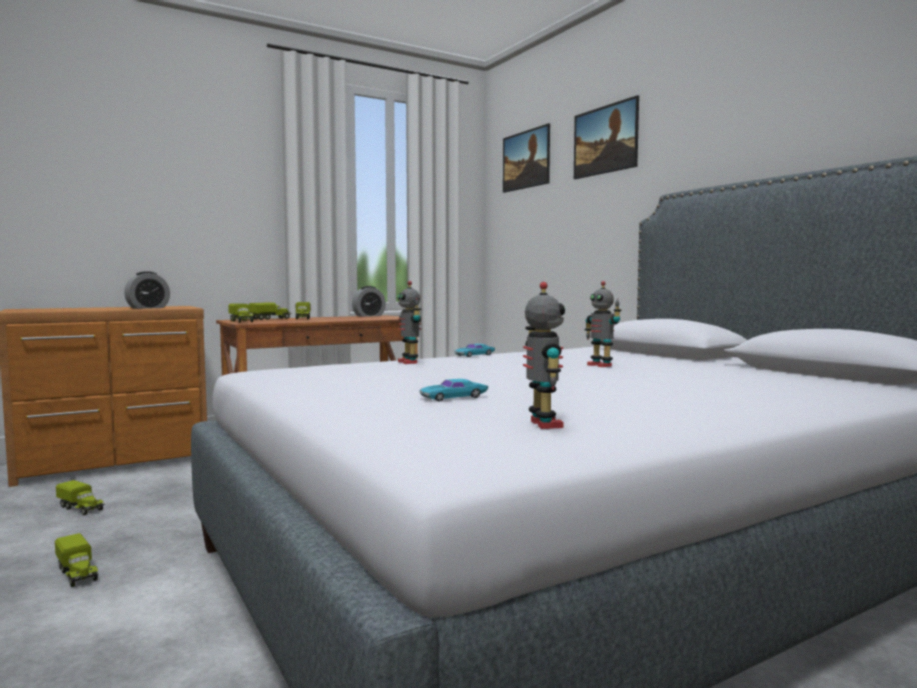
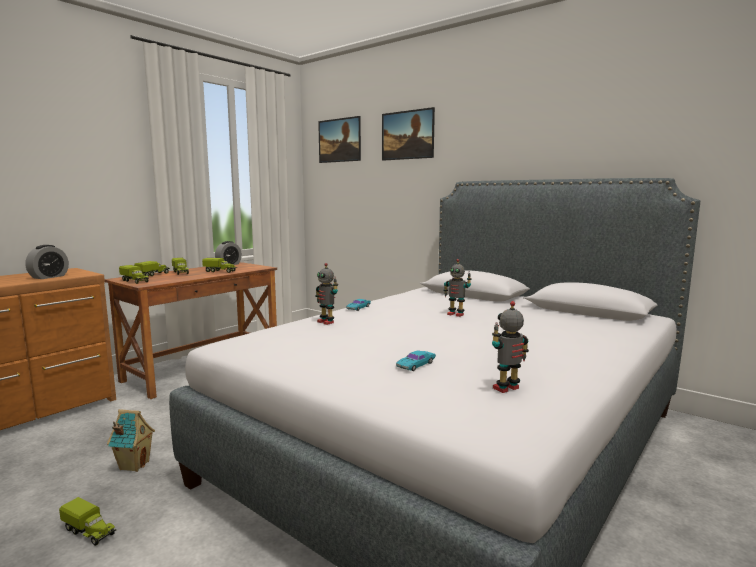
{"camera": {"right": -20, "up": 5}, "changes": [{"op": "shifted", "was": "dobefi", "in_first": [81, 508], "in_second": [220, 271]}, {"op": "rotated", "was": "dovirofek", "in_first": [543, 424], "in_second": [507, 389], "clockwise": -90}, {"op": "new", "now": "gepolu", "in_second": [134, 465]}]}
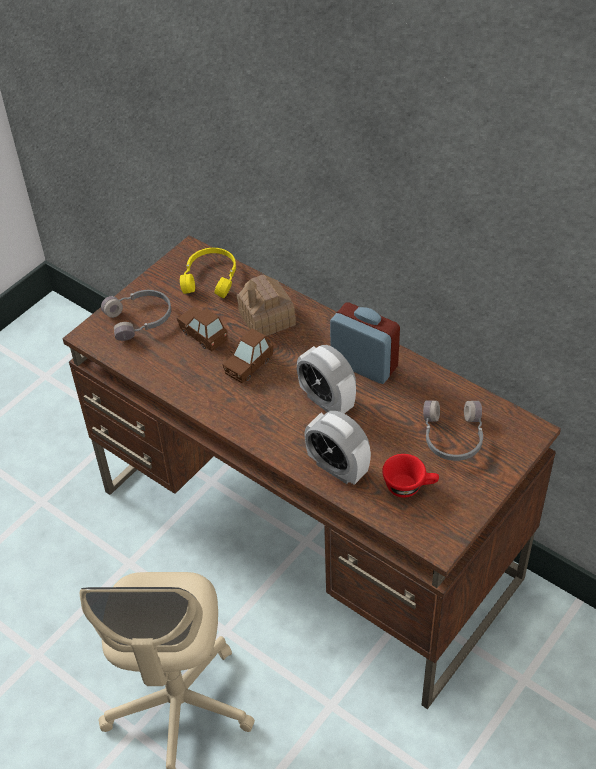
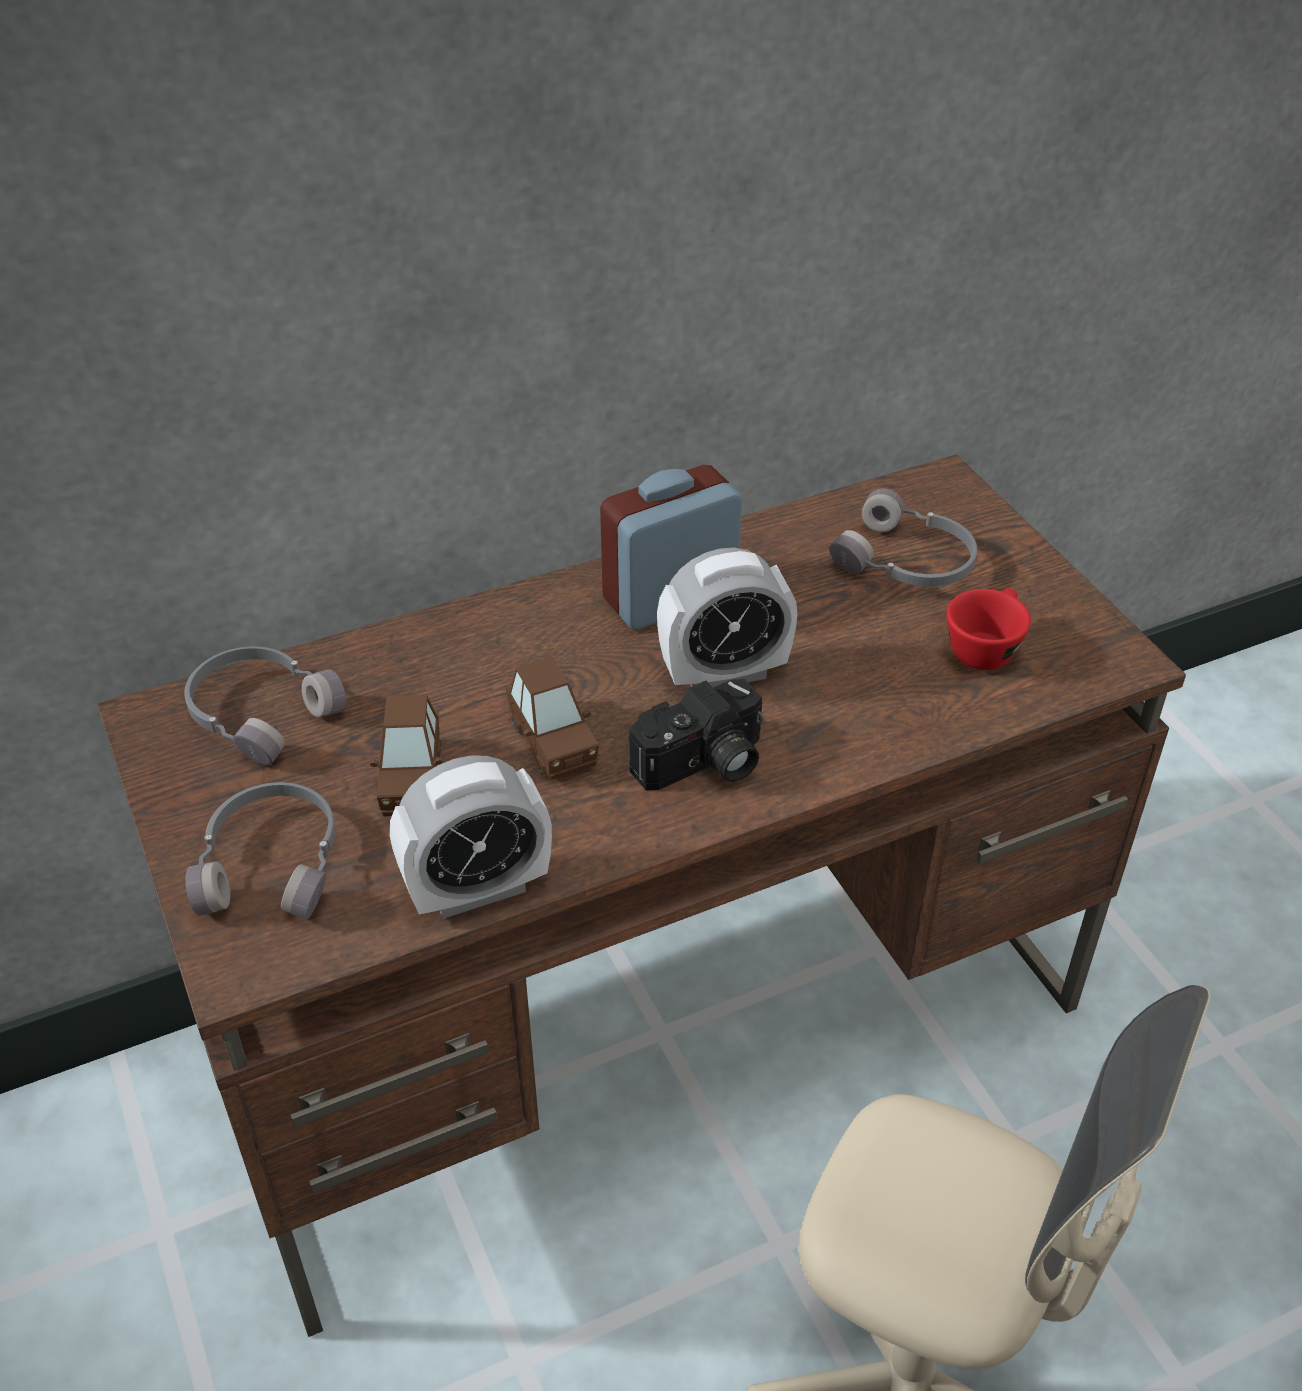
{"camera": {"right": -65, "up": -5}, "changes": [{"op": "rotated", "was": "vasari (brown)", "in_first": [203, 335], "in_second": [412, 780], "clockwise": -75}, {"op": "repainted", "was": "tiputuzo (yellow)", "now": "tiputuzo (grey)", "in_first": [211, 278], "in_second": [261, 712]}, {"op": "gone", "was": "gepolu", "in_first": [266, 319]}, {"op": "shifted", "was": "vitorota", "in_first": [337, 468], "in_second": [477, 889]}, {"op": "new", "now": "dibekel", "in_second": [703, 765]}]}
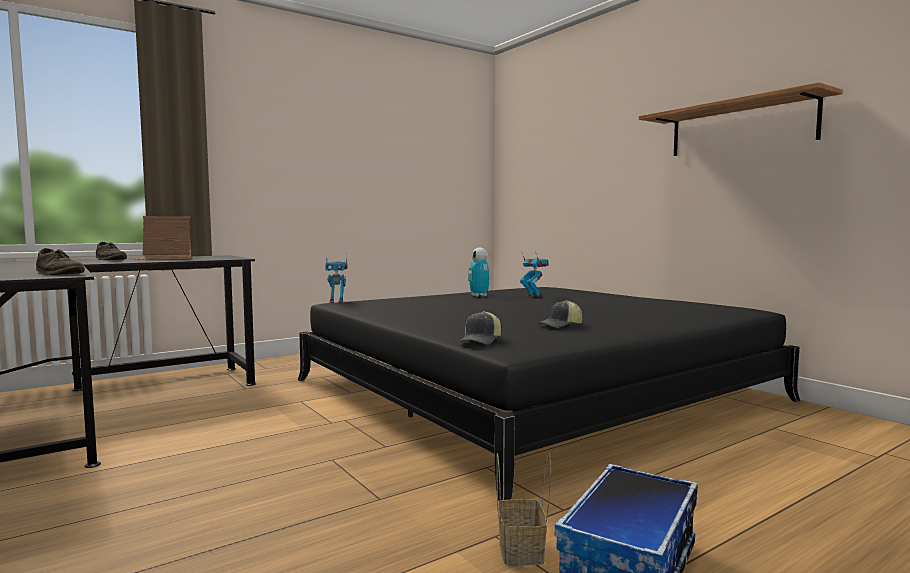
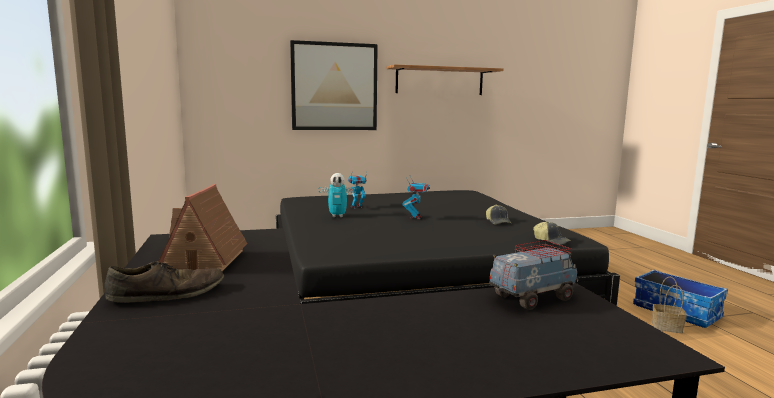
{"camera": {"right": -70, "up": 5}, "changes": [{"op": "swapped", "was": "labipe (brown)", "now": "dobefi", "in_first": [59, 273], "in_second": [533, 298]}, {"op": "shifted", "was": "dovirofek", "in_first": [336, 301], "in_second": [415, 217]}, {"op": "new", "now": "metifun", "in_second": [334, 87]}]}
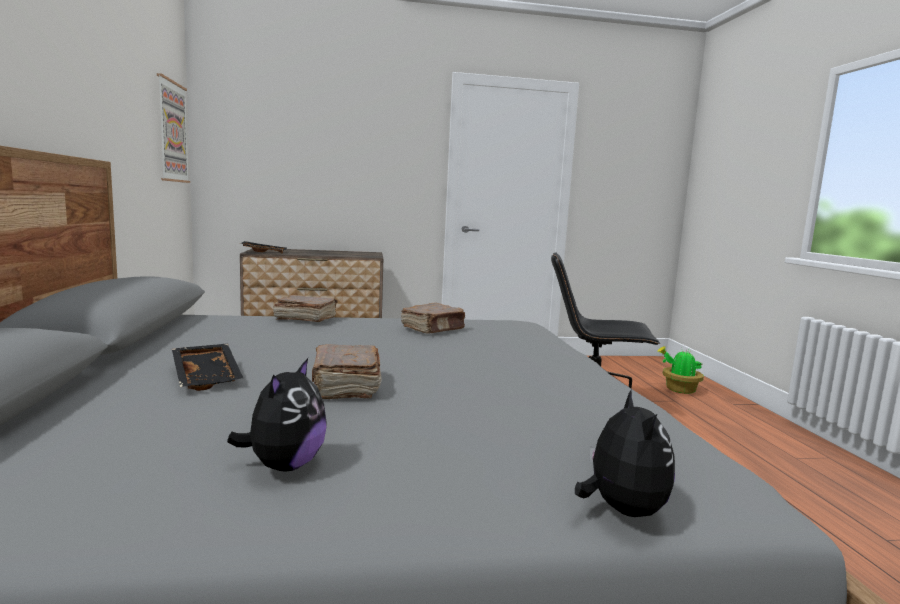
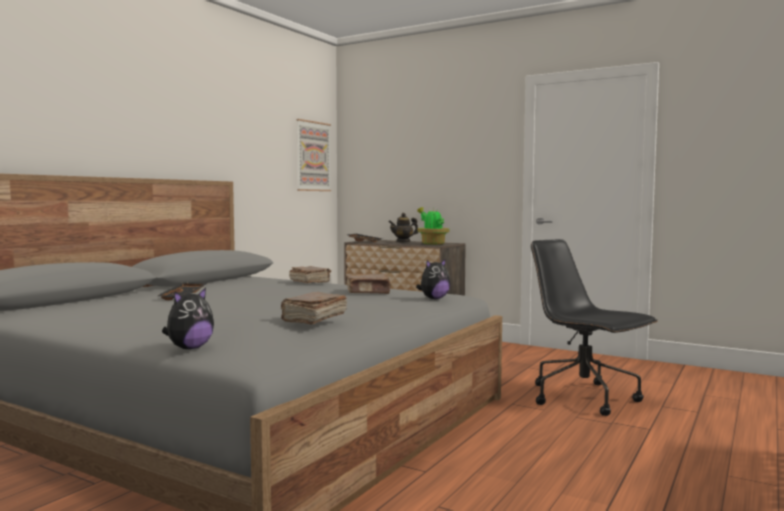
{"camera": {"right": 40, "up": -5}, "changes": [{"op": "shifted", "was": "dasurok", "in_first": [284, 465], "in_second": [434, 299]}, {"op": "shifted", "was": "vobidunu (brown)", "in_first": [345, 386], "in_second": [313, 319]}, {"op": "shifted", "was": "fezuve", "in_first": [679, 390], "in_second": [432, 244]}, {"op": "new", "now": "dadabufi", "in_second": [403, 241]}]}
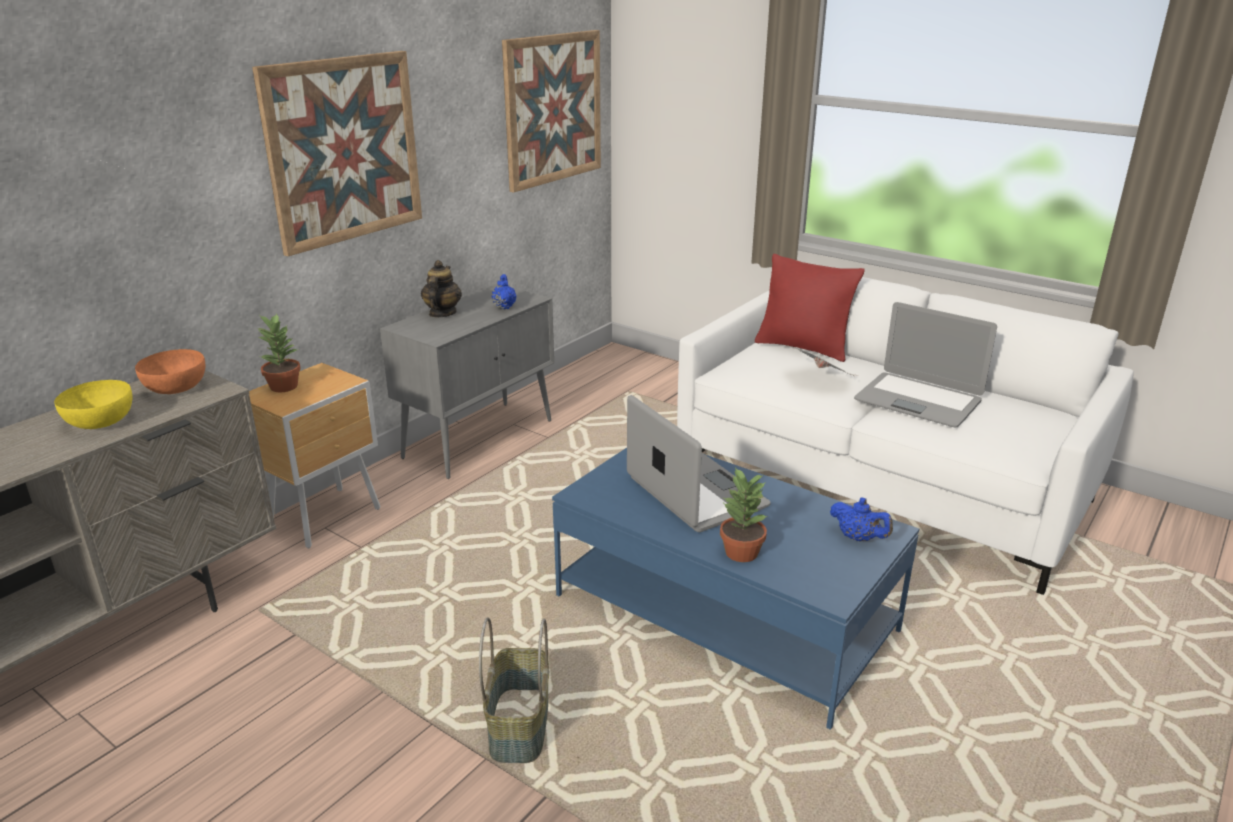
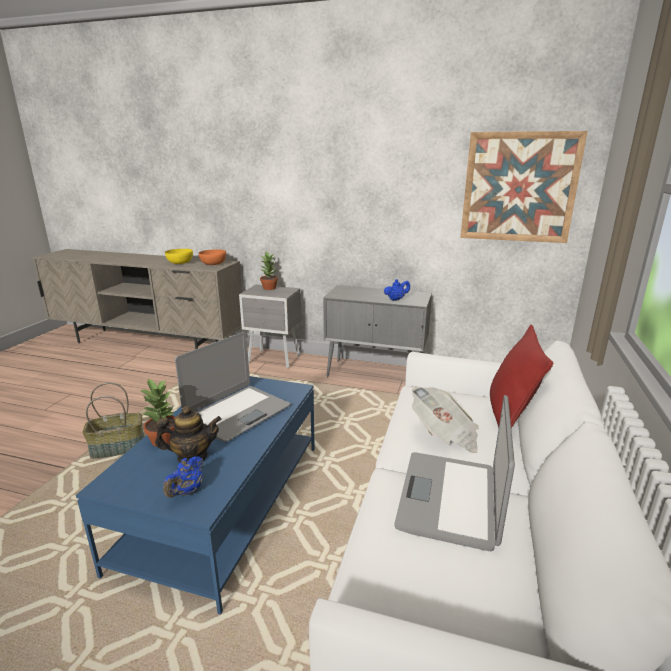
{"camera": {"right": 70, "up": -5}, "changes": [{"op": "repainted", "was": "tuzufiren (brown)", "now": "tuzufiren (grey)", "in_first": [328, 517], "in_second": [274, 360]}, {"op": "gone", "was": "metifun", "in_first": [344, 150]}, {"op": "shifted", "was": "dadabufi", "in_first": [442, 313], "in_second": [192, 457]}]}
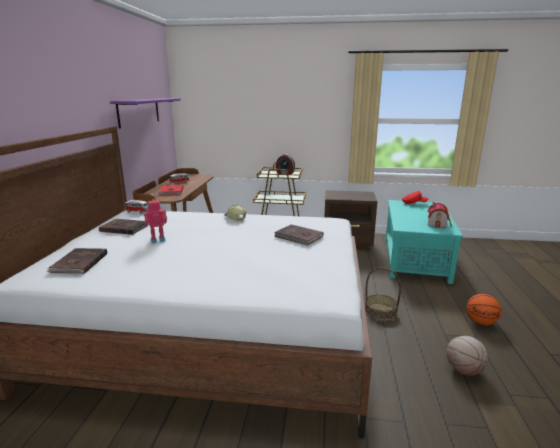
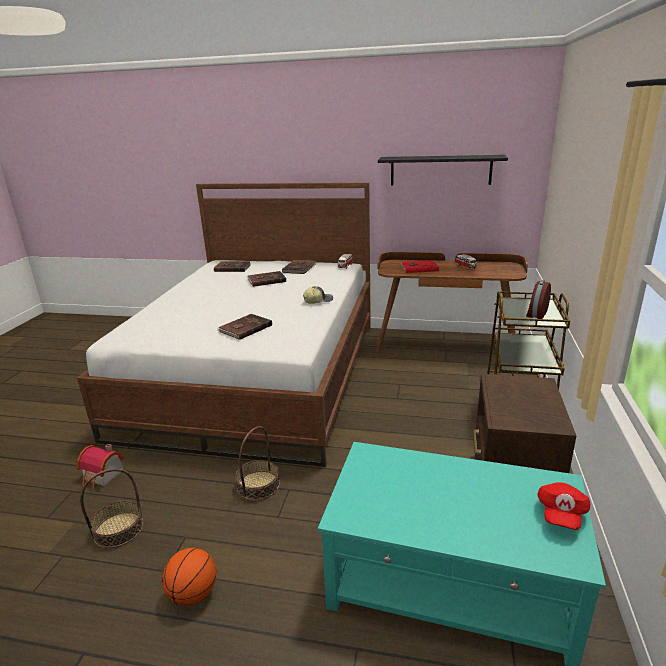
{"camera": {"right": 95, "up": 5}, "changes": [{"op": "repainted", "was": "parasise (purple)", "now": "parasise (black)", "in_first": [139, 112], "in_second": [440, 170]}, {"op": "swapped", "was": "dovirofek", "now": "vobidunu (brown)", "in_first": [158, 239], "in_second": [266, 280]}, {"op": "shifted", "was": "gepolu", "in_first": [438, 223], "in_second": [103, 476]}, {"op": "swapped", "was": "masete", "now": "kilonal", "in_first": [464, 370], "in_second": [118, 529]}]}
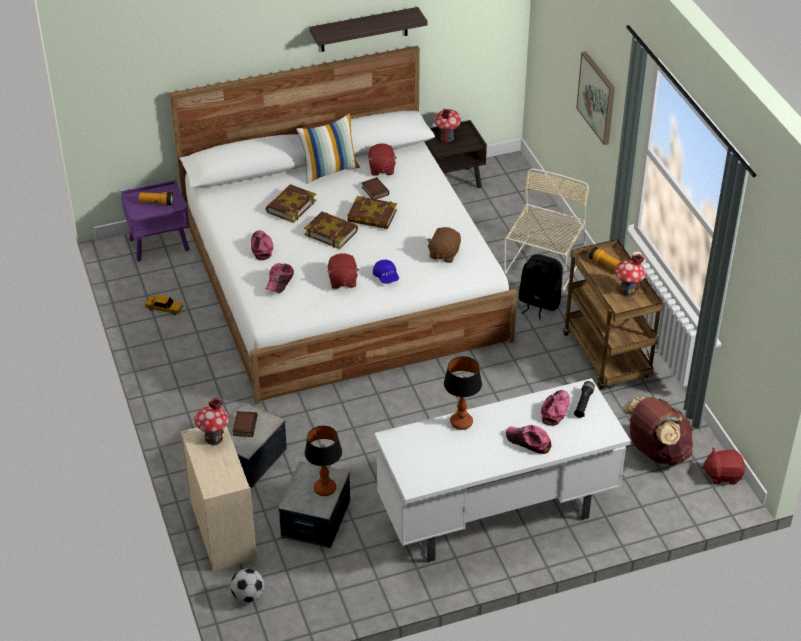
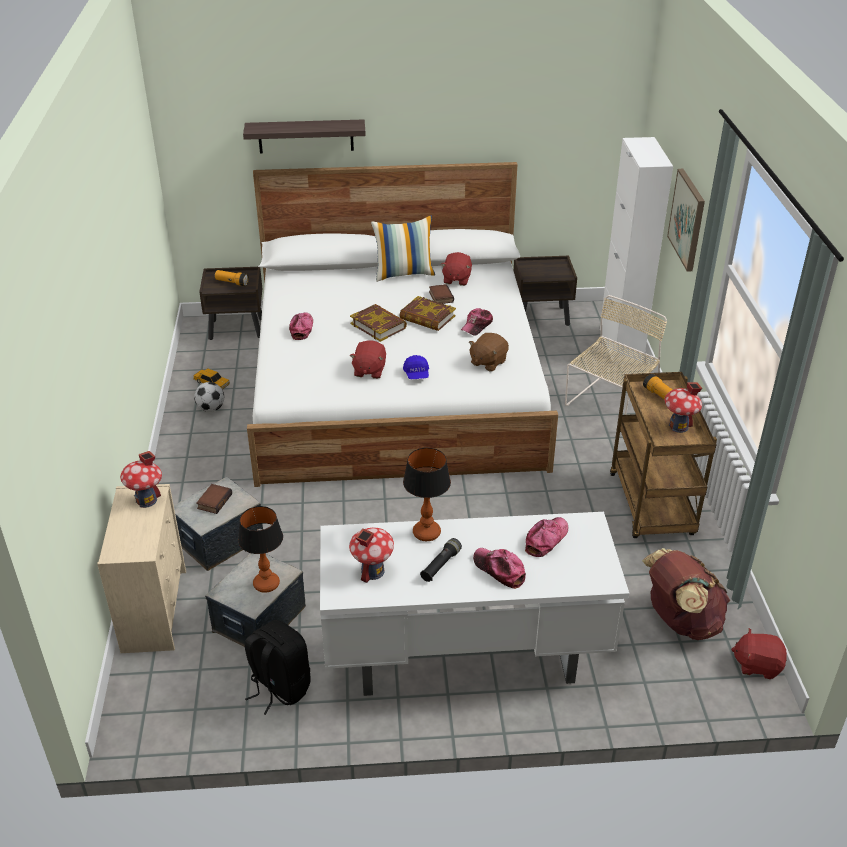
{"camera": {"right": 15, "up": -5}, "changes": [{"op": "repainted", "was": "tuzufiren (purple)", "now": "tuzufiren (brown)", "in_first": [160, 244], "in_second": [237, 329]}, {"op": "shifted", "was": "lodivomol", "in_first": [248, 596], "in_second": [210, 409]}, {"op": "gone", "was": "vobidunu", "in_first": [291, 206]}, {"op": "shifted", "was": "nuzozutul", "in_first": [280, 281], "in_second": [477, 326]}, {"op": "shifted", "was": "parasise", "in_first": [364, 29], "in_second": [305, 136]}, {"op": "shifted", "was": "gepolu", "in_first": [447, 137], "in_second": [372, 571]}, {"op": "shifted", "was": "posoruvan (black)", "in_first": [538, 303], "in_second": [279, 687]}, {"op": "shifted", "was": "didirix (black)", "in_first": [583, 403], "in_second": [440, 565]}, {"op": "new", "now": "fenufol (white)", "in_second": [620, 346]}]}
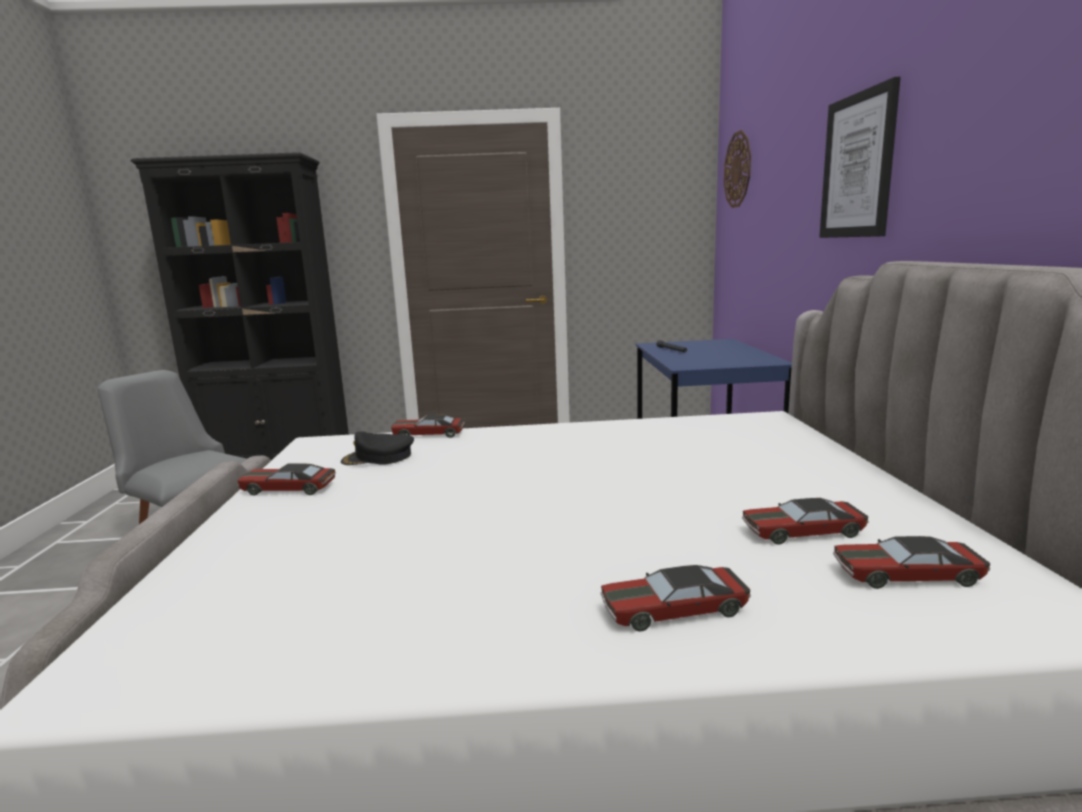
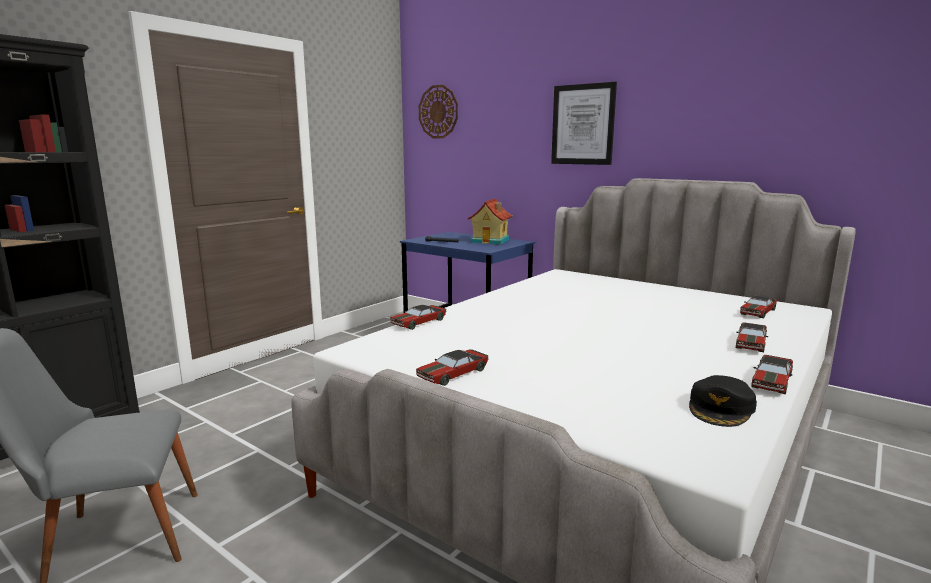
{"camera": {"right": -50, "up": 0}, "changes": [{"op": "shifted", "was": "nuzozutul (black)", "in_first": [378, 457], "in_second": [721, 408]}, {"op": "shifted", "was": "vasari", "in_first": [802, 531], "in_second": [771, 381]}, {"op": "new", "now": "gepolu", "in_second": [491, 241]}]}
